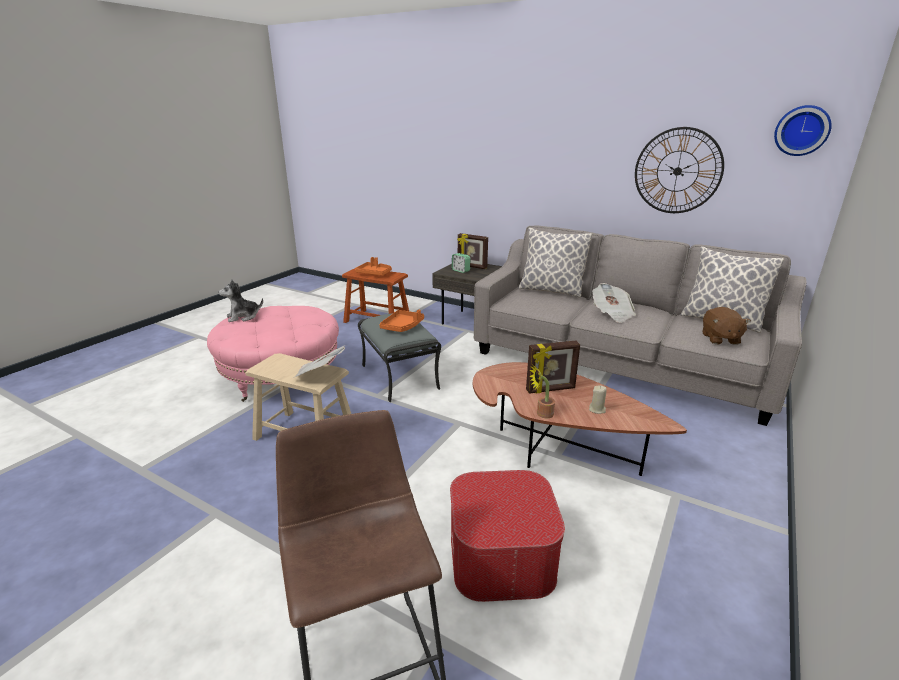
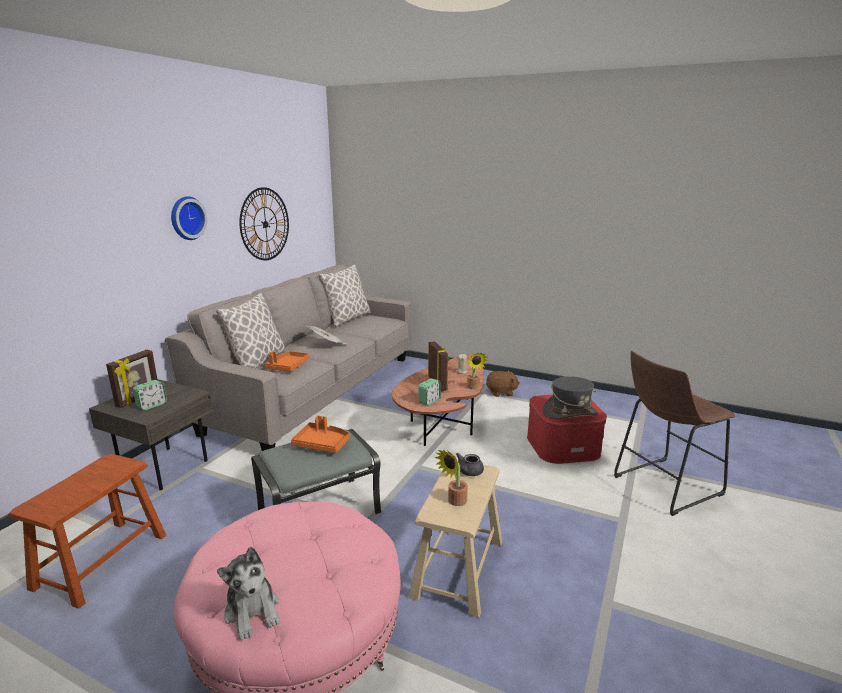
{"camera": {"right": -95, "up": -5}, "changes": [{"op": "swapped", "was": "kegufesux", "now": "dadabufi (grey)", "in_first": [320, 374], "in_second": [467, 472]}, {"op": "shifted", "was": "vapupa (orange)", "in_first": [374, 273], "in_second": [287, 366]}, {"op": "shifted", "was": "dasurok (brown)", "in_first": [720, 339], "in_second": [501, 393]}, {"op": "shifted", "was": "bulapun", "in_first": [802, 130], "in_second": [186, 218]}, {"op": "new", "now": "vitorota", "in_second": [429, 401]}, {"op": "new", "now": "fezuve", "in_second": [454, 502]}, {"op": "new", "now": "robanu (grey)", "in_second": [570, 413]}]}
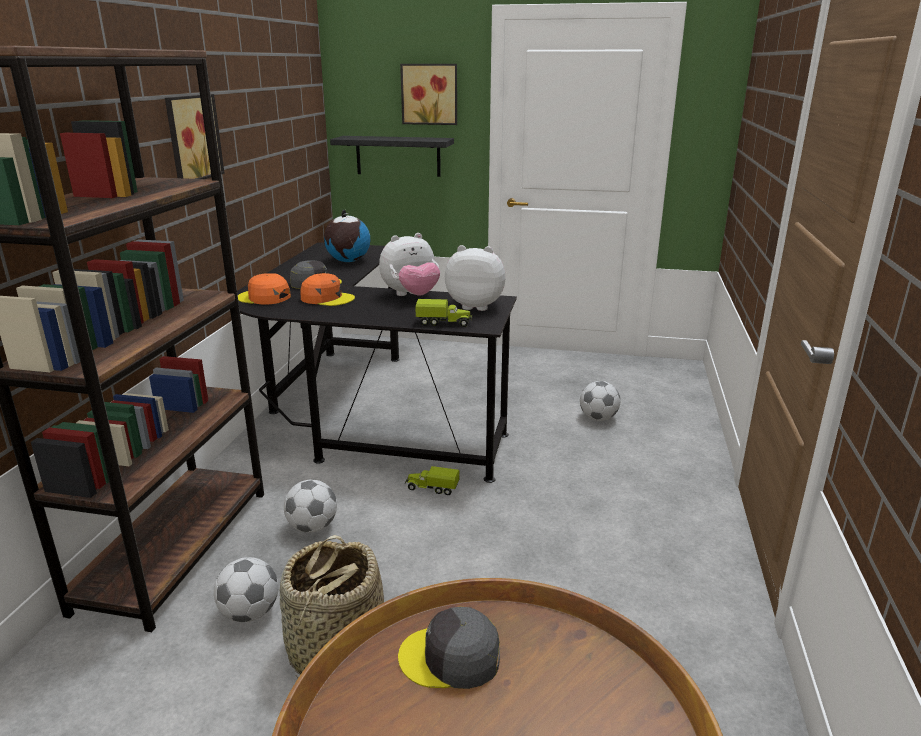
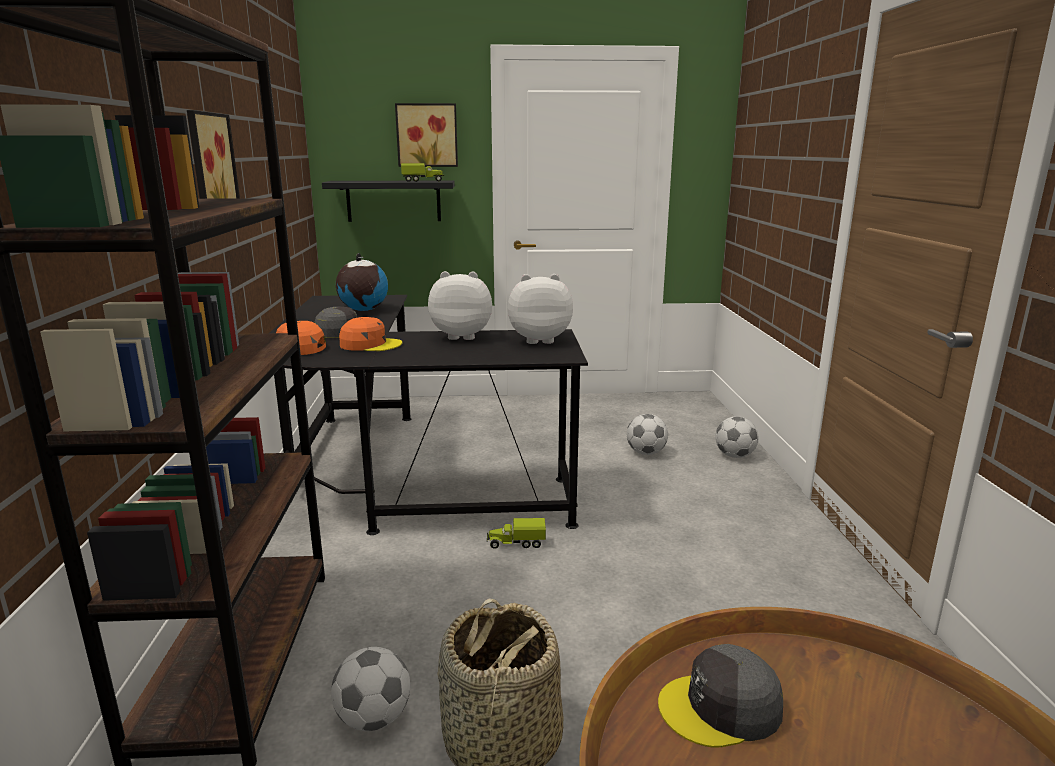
{"camera": {"right": -15, "up": -5}, "changes": [{"op": "shifted", "was": "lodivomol", "in_first": [312, 527], "in_second": [734, 456]}, {"op": "rotated", "was": "dasurok", "in_first": [411, 296], "in_second": [462, 336], "clockwise": -135}, {"op": "shifted", "was": "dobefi", "in_first": [444, 323], "in_second": [423, 181]}]}
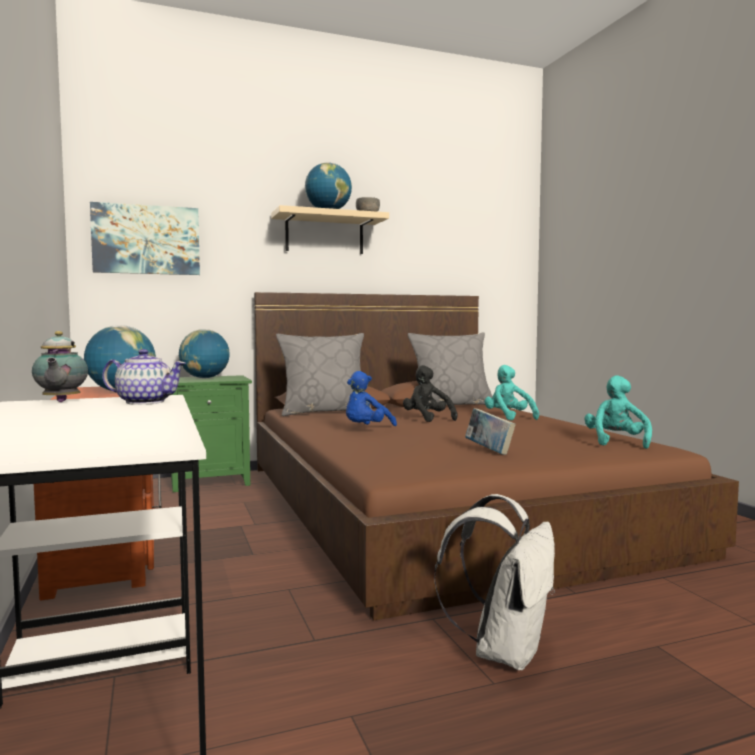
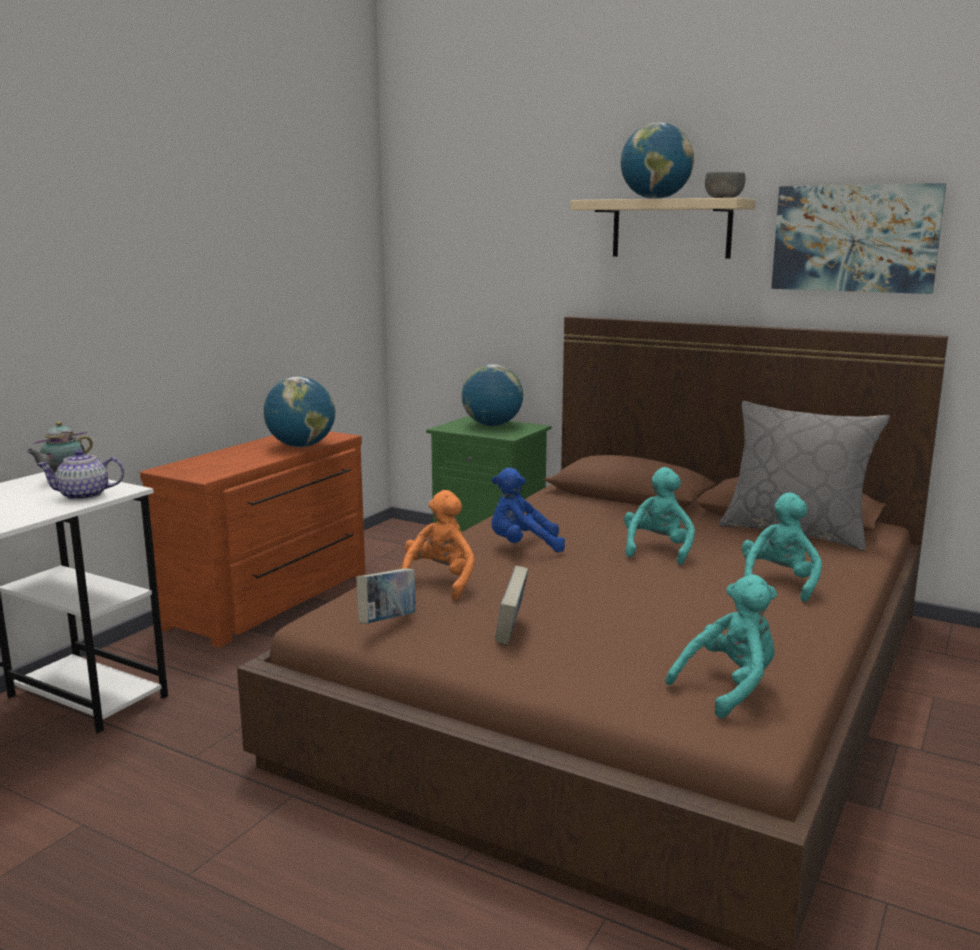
{"camera": {"right": 50, "up": 10}, "changes": [{"op": "shifted", "was": "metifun", "in_first": [146, 240], "in_second": [855, 238]}, {"op": "rotated", "was": "dadabufi", "in_first": [145, 402], "in_second": [84, 495], "clockwise": 105}, {"op": "gone", "was": "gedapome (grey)", "in_first": [324, 412]}, {"op": "repainted", "was": "dasurok (black)", "now": "dasurok (turquoise)", "in_first": [427, 419], "in_second": [657, 550]}, {"op": "gone", "was": "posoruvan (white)", "in_first": [504, 651]}, {"op": "new", "now": "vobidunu", "in_second": [387, 621]}, {"op": "new", "now": "dasurok (orange)", "in_second": [439, 582]}]}
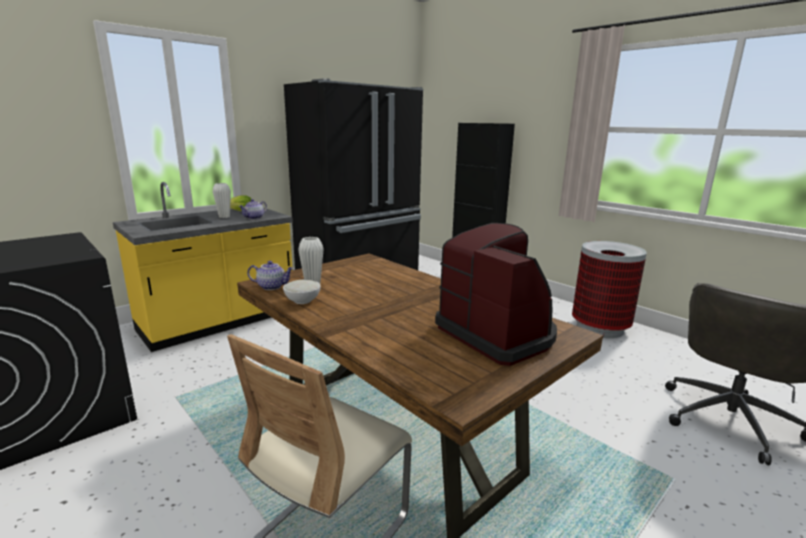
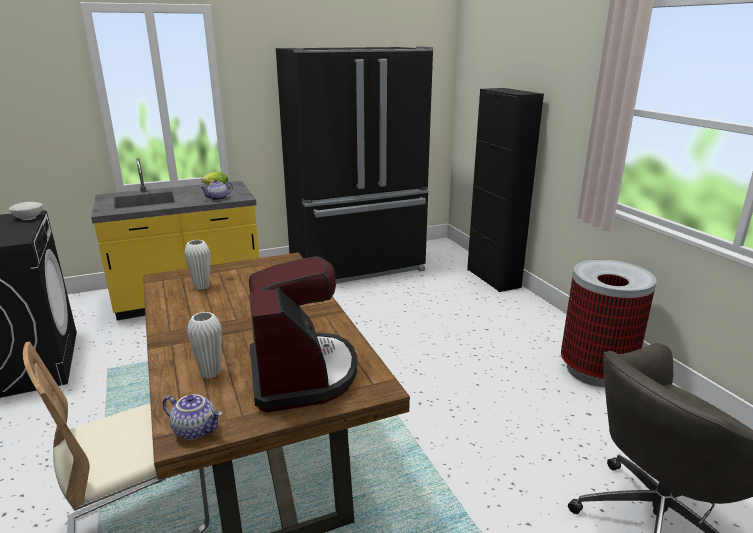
{"camera": {"right": 20, "up": 5}, "changes": [{"op": "shifted", "was": "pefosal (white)", "in_first": [224, 217], "in_second": [210, 372]}, {"op": "shifted", "was": "dadabufi", "in_first": [272, 286], "in_second": [196, 430]}, {"op": "shifted", "was": "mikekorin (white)", "in_first": [303, 300], "in_second": [29, 218]}]}
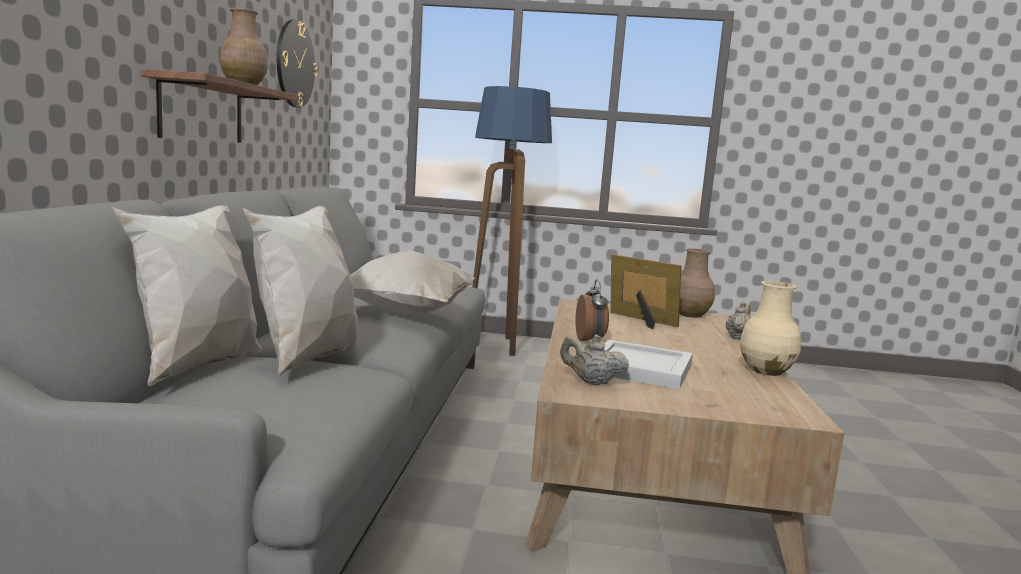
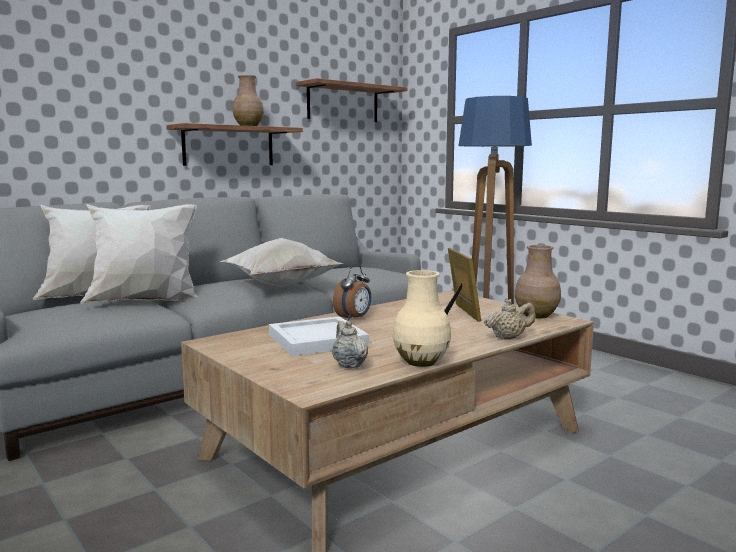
{"camera": {"right": 45, "up": 0}, "changes": [{"op": "swapped", "was": "bulapun", "now": "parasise", "in_first": [294, 64], "in_second": [343, 103]}, {"op": "shifted", "was": "dadabufi (beige)", "in_first": [591, 382], "in_second": [349, 365]}]}
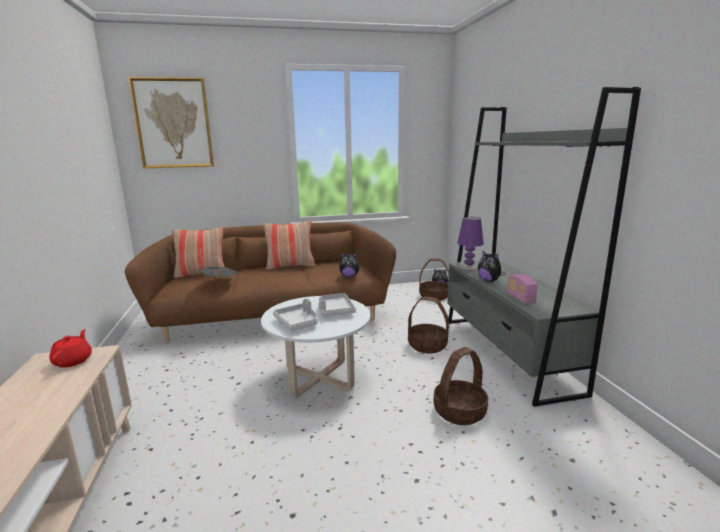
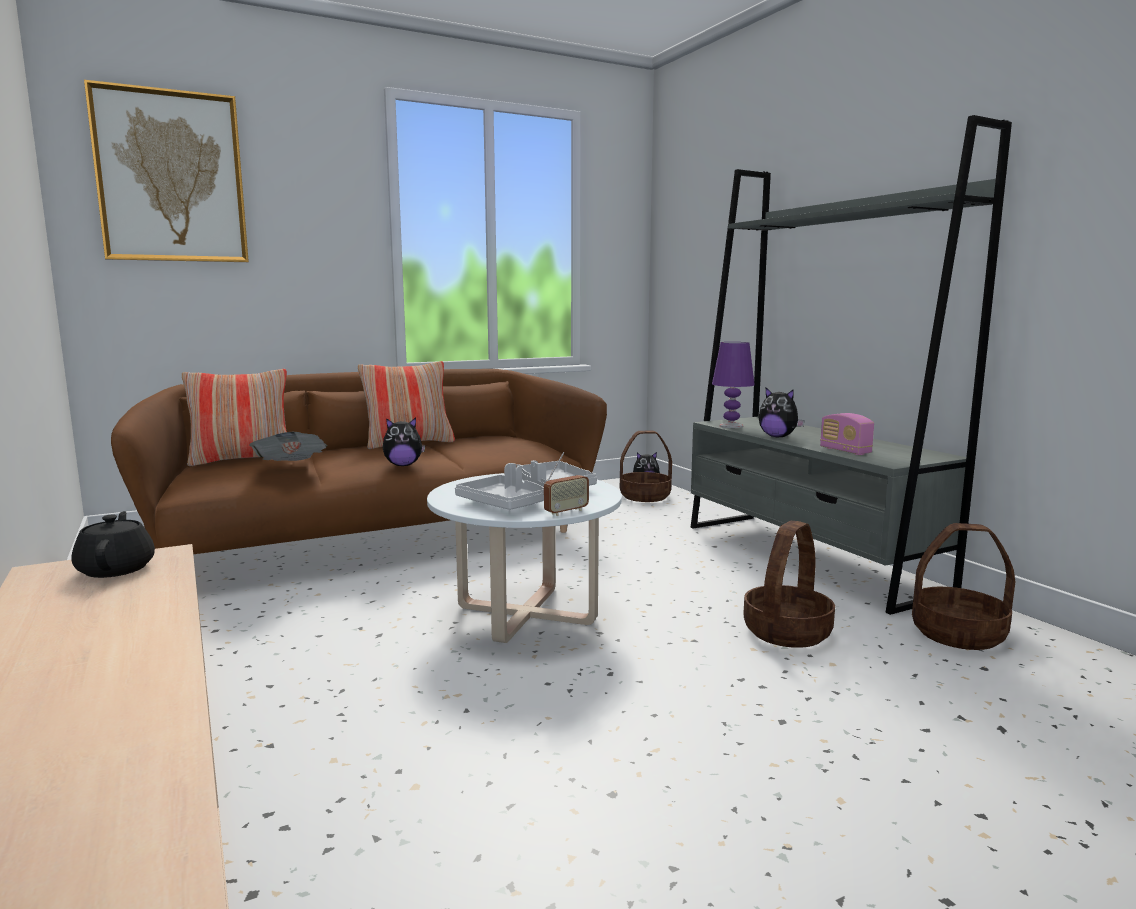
{"camera": {"right": -15, "up": -5}, "changes": [{"op": "repainted", "was": "dadabufi (red)", "now": "dadabufi (black)", "in_first": [73, 361], "in_second": [117, 569]}, {"op": "shifted", "was": "dasurok", "in_first": [349, 276], "in_second": [403, 465]}, {"op": "shifted", "was": "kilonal", "in_first": [427, 345], "in_second": [958, 634]}, {"op": "new", "now": "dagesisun", "in_second": [566, 512]}]}
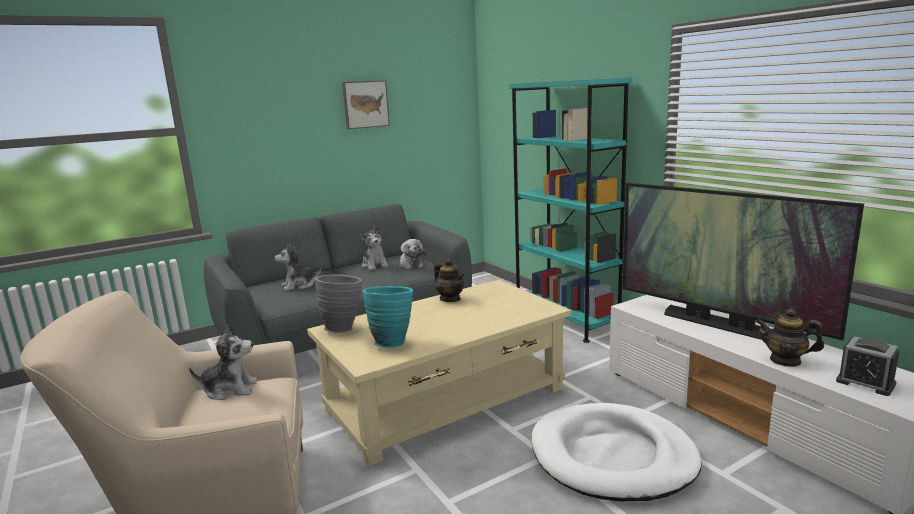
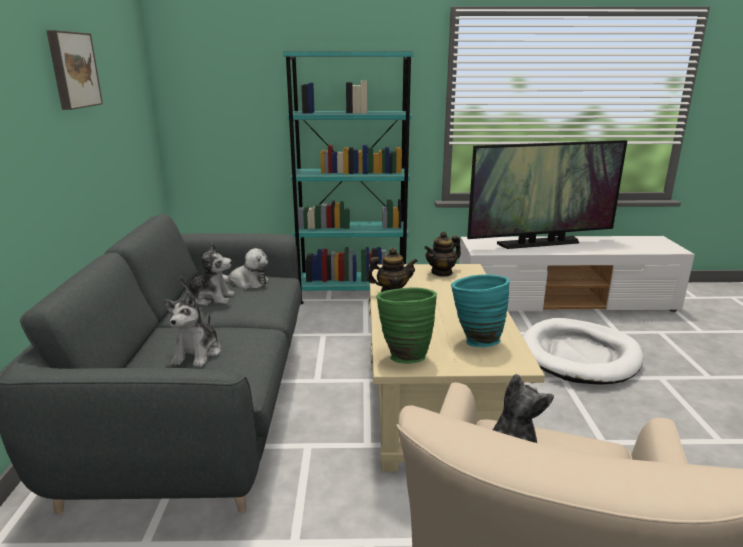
{"camera": {"right": -60, "up": 5}, "changes": [{"op": "repainted", "was": "pefosal (grey)", "now": "pefosal (green)", "in_first": [344, 328], "in_second": [404, 355]}, {"op": "shifted", "was": "dadabufi", "in_first": [785, 360], "in_second": [442, 272]}, {"op": "gone", "was": "vitorota", "in_first": [865, 383]}]}
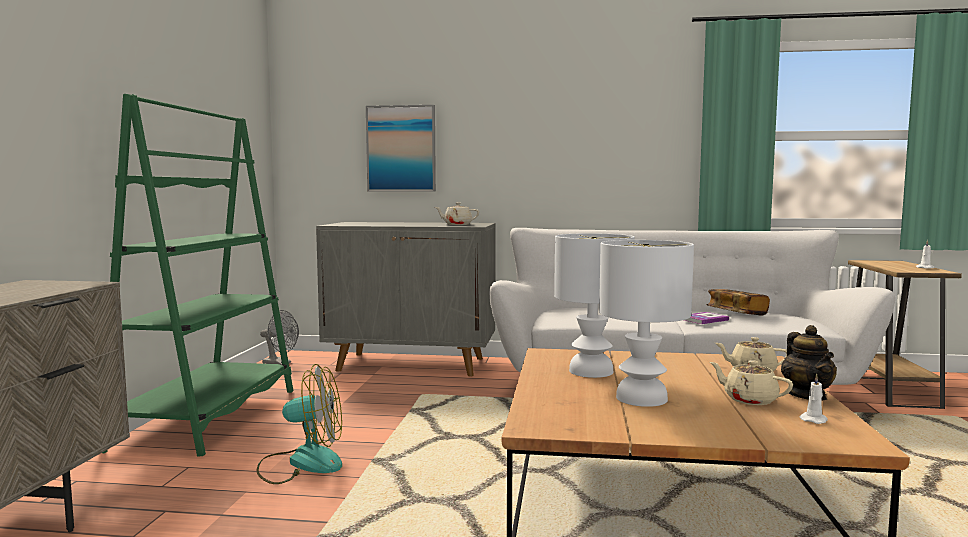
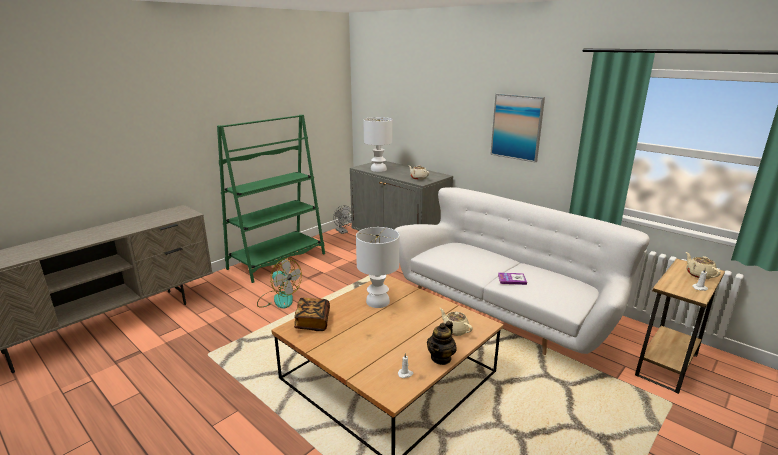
{"camera": {"right": 35, "up": 15}, "changes": [{"op": "shifted", "was": "metifun", "in_first": [401, 148], "in_second": [517, 127]}, {"op": "shifted", "was": "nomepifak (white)", "in_first": [642, 399], "in_second": [378, 169]}, {"op": "shifted", "was": "vobidunu", "in_first": [737, 314], "in_second": [312, 322]}, {"op": "shifted", "was": "dadabufi (beige)", "in_first": [749, 399], "in_second": [699, 274]}]}
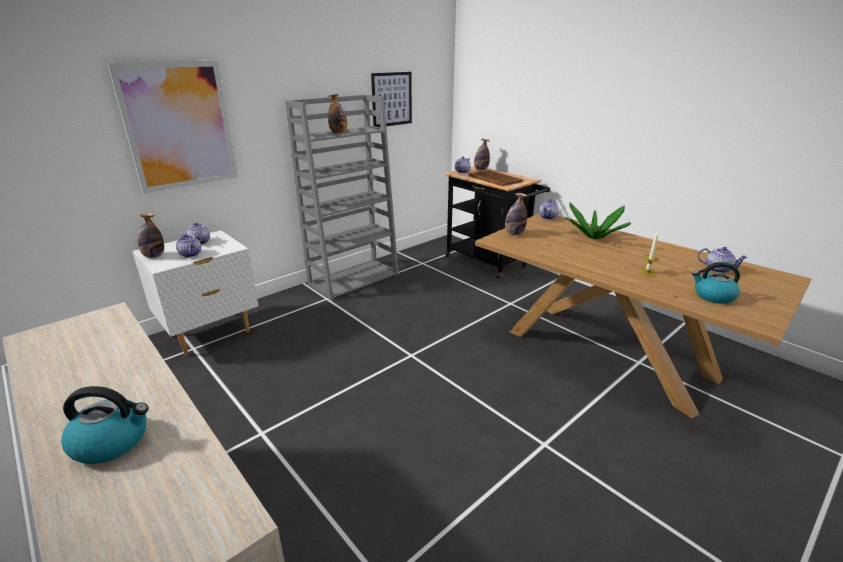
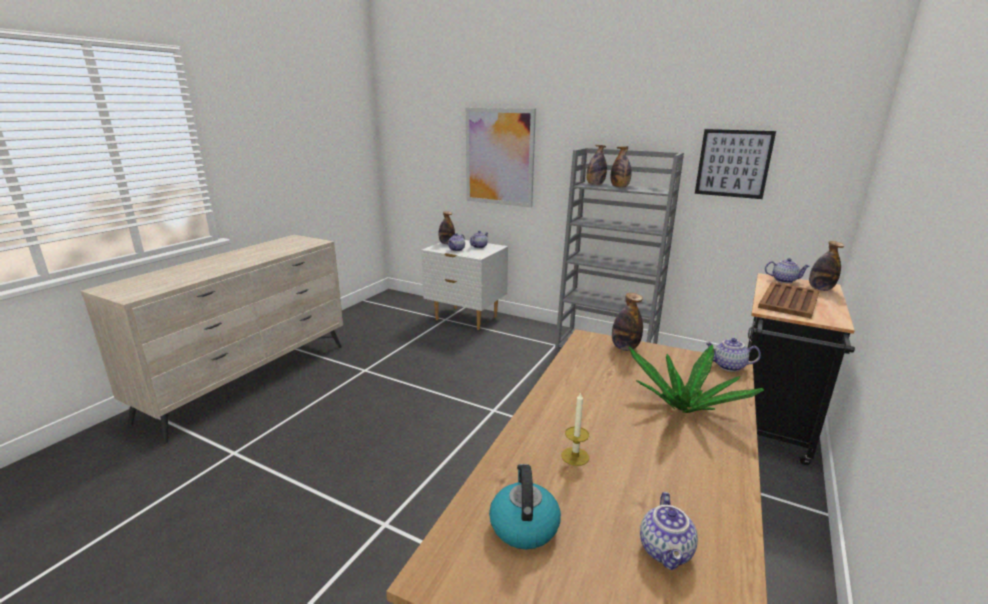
{"camera": {"right": 70, "up": -5}, "changes": [{"op": "gone", "was": "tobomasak", "in_first": [112, 441]}, {"op": "new", "now": "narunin", "in_second": [595, 184]}]}
